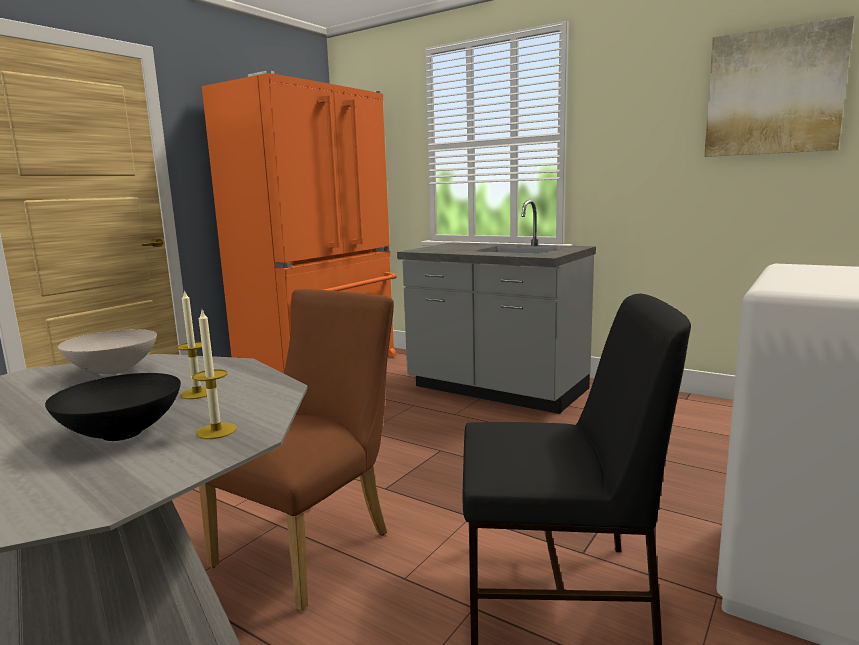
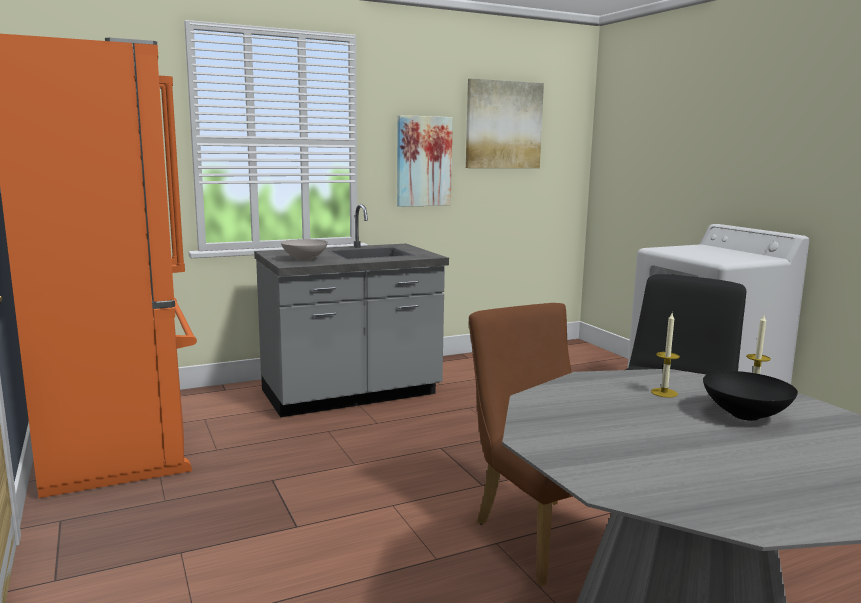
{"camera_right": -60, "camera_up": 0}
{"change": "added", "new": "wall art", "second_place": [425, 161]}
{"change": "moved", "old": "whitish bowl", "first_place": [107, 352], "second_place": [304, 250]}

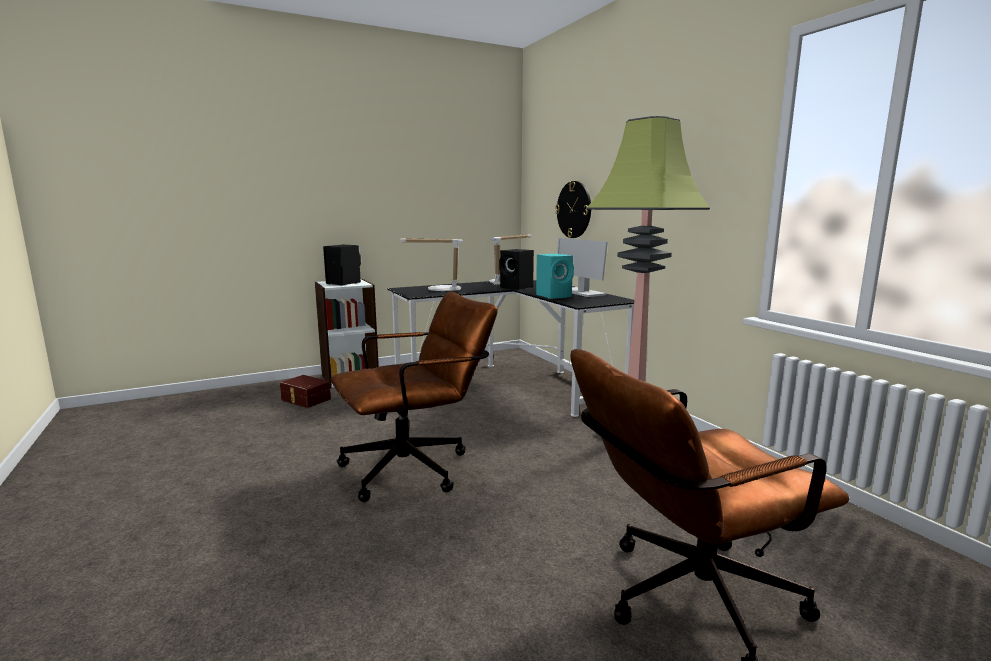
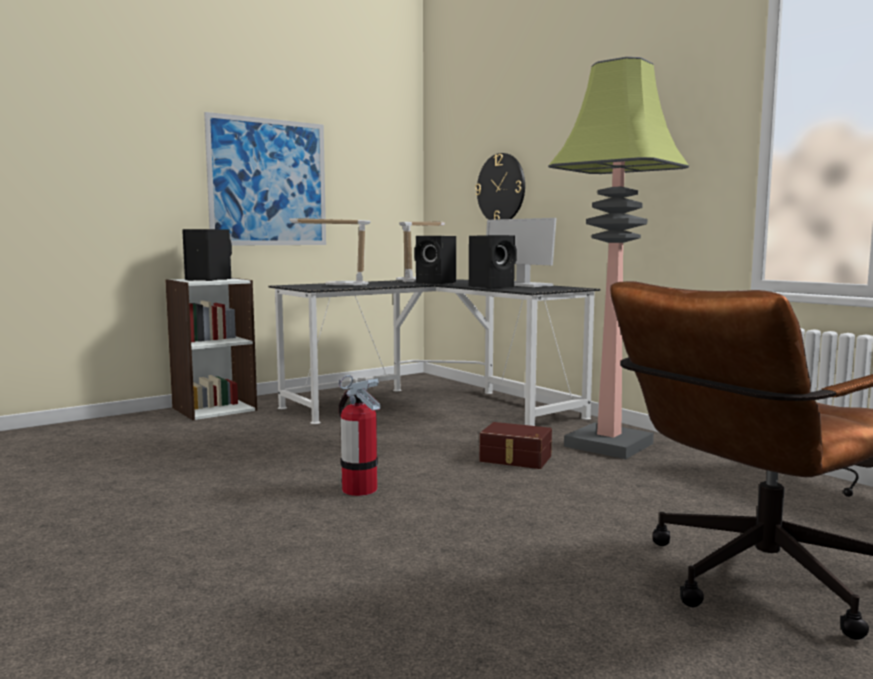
{"camera_right": -10, "camera_up": -5}
{"change": "added", "new": "wall art", "second_place": [265, 179]}
{"change": "moved", "old": "brown storage box", "first_place": [305, 391], "second_place": [515, 445]}
{"change": "replaced", "old": "brown computer chair", "new": "extinguisher", "first_place": [414, 396], "second_place": [359, 435]}
{"change": "recoloured", "old": "turquoise-coloured speaker", "new": "blackish speaker", "first_place": [555, 276], "second_place": [493, 261]}

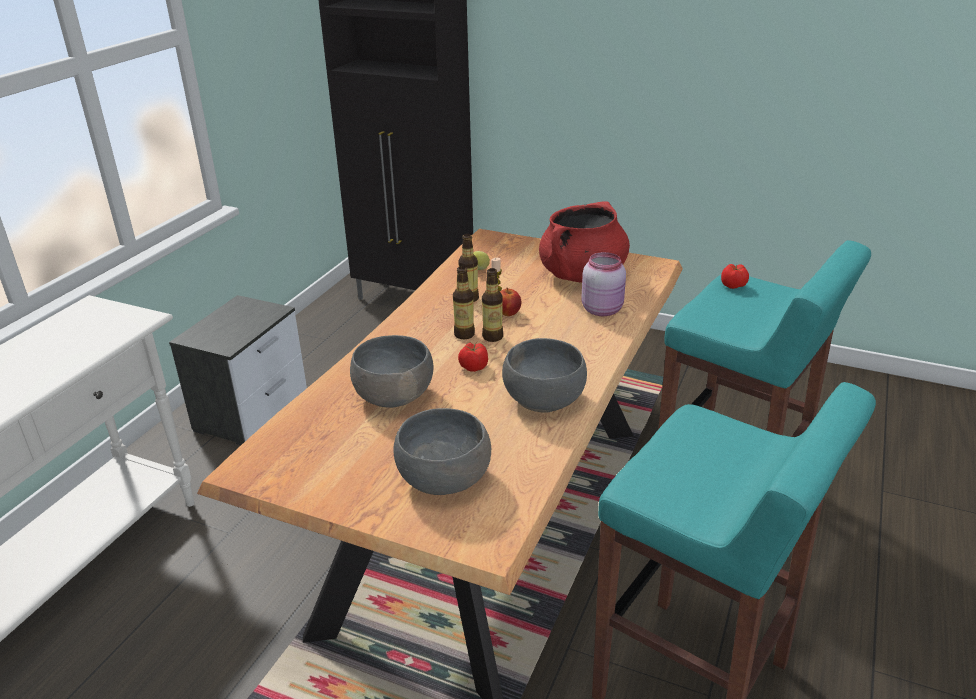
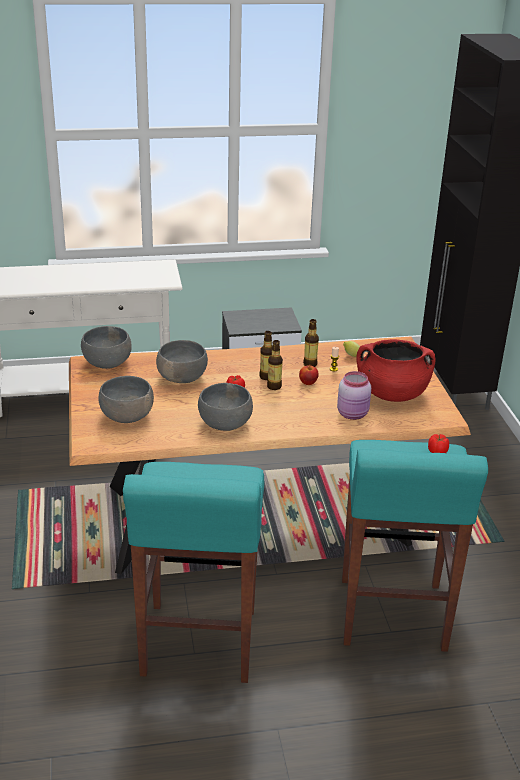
{"camera_right": 55, "camera_up": 0}
{"change": "added", "new": "greyish bowl", "second_place": [106, 347]}

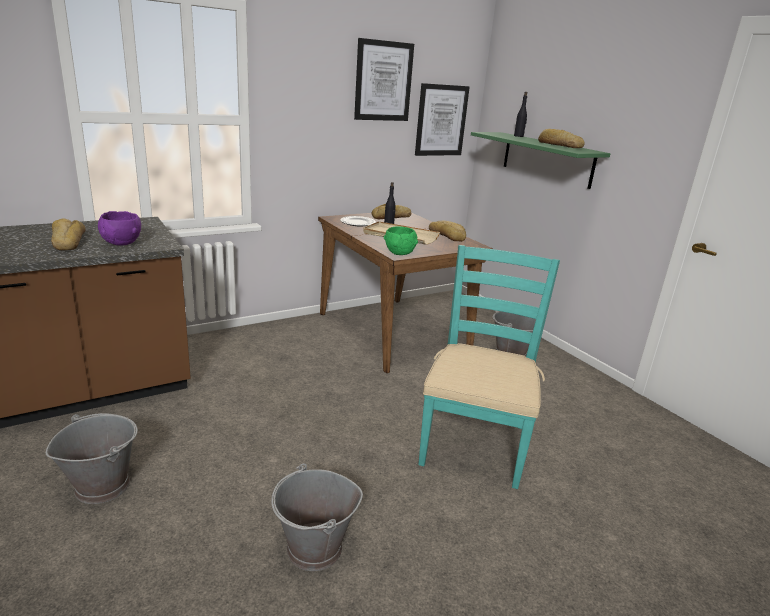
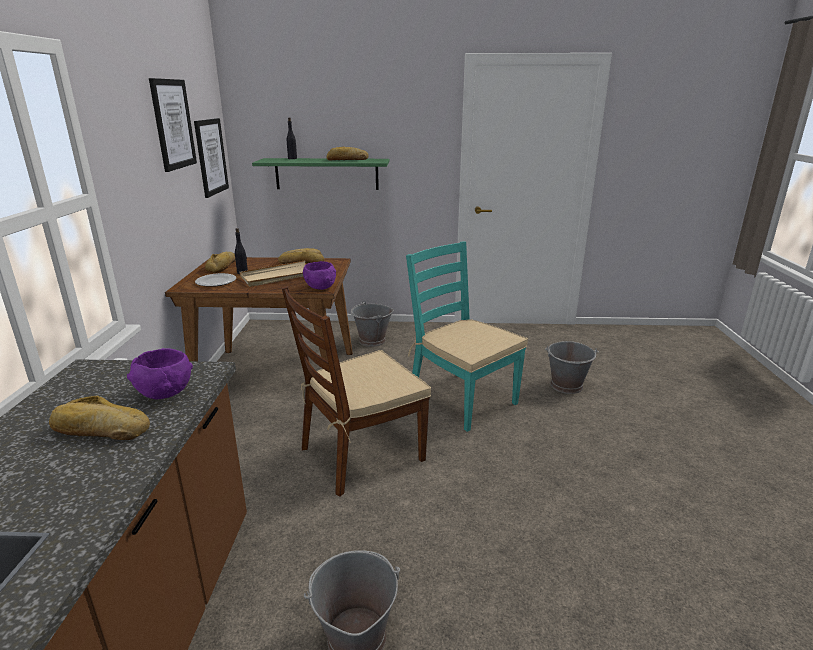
{"camera_right": -55, "camera_up": 0}
{"change": "added", "new": "brown upright chair", "second_place": [356, 391]}
{"change": "moved", "old": "greyish pail", "first_place": [317, 517], "second_place": [572, 367]}
{"change": "recoloured", "old": "greenish bowl", "new": "purple-coloured bowl", "first_place": [401, 240], "second_place": [319, 275]}

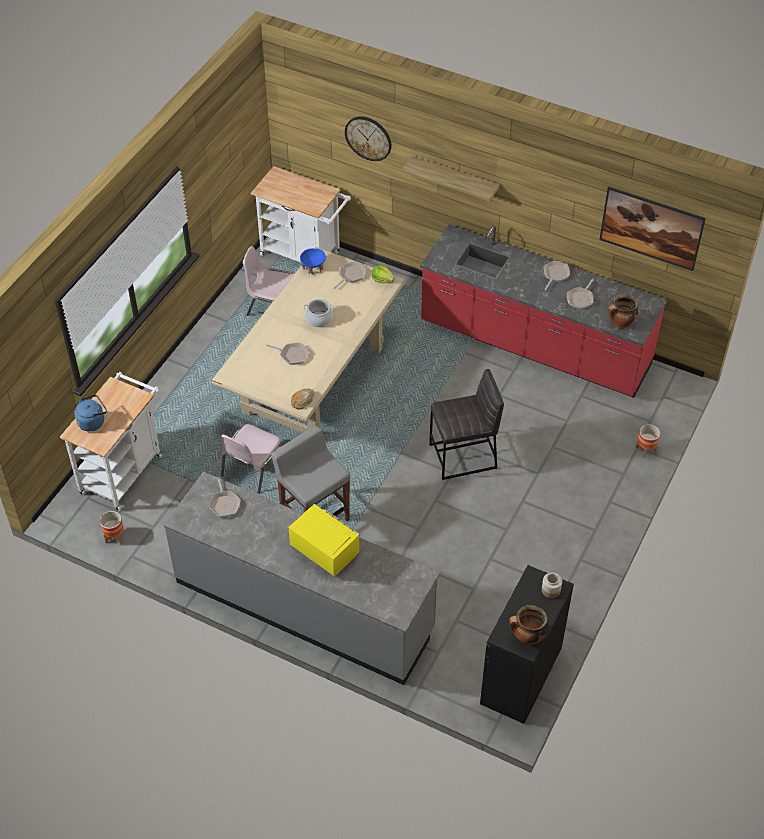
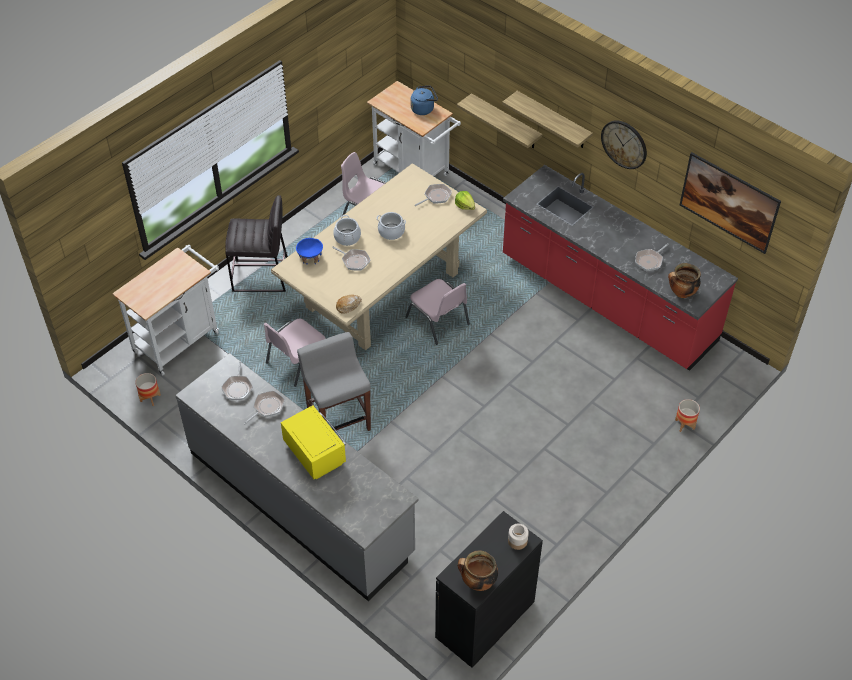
{"camera_right": 15, "camera_up": 0}
{"change": "added", "new": "cooking pot", "second_place": [347, 230]}
{"change": "added", "new": "pinkish upright chair", "second_place": [437, 312]}
{"change": "added", "new": "shelf", "second_place": [500, 121]}
{"change": "moved", "old": "blue tea kettle", "first_place": [90, 413], "second_place": [424, 100]}
{"change": "moved", "old": "blue bowl", "first_place": [313, 261], "second_place": [309, 251]}
{"change": "moved", "old": "clock on the wall", "first_place": [368, 138], "second_place": [624, 144]}
{"change": "moved", "old": "greyish sitting stool", "first_place": [466, 424], "second_place": [256, 243]}
{"change": "moved", "old": "frying pan", "first_place": [557, 275], "second_place": [264, 408]}

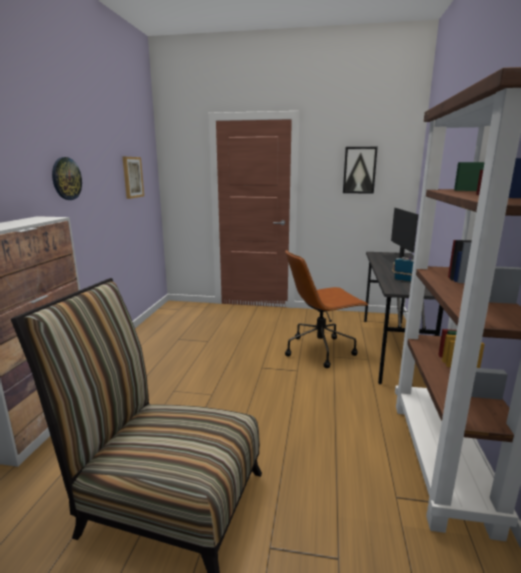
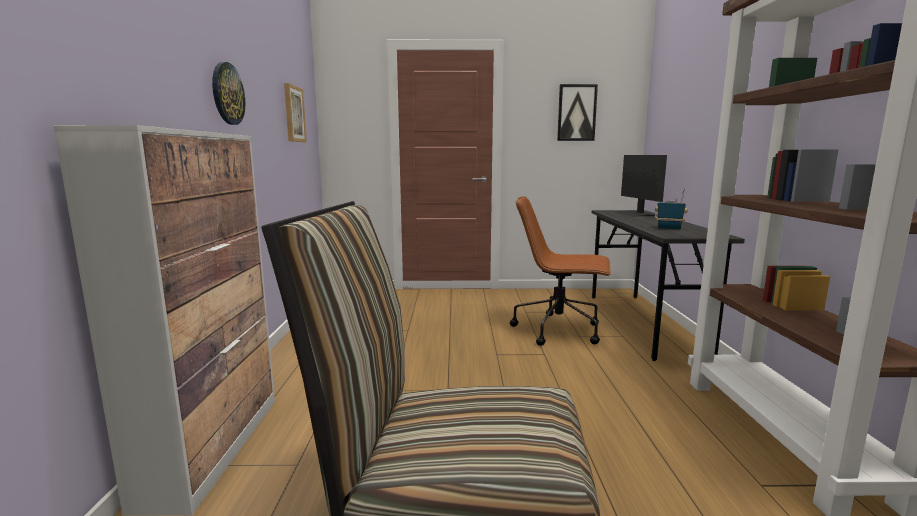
{"camera_right": -10, "camera_up": -5}
{"change": "turned", "old": "brown computer chair", "first_place": [326, 309], "second_place": [560, 271], "degrees": 45}

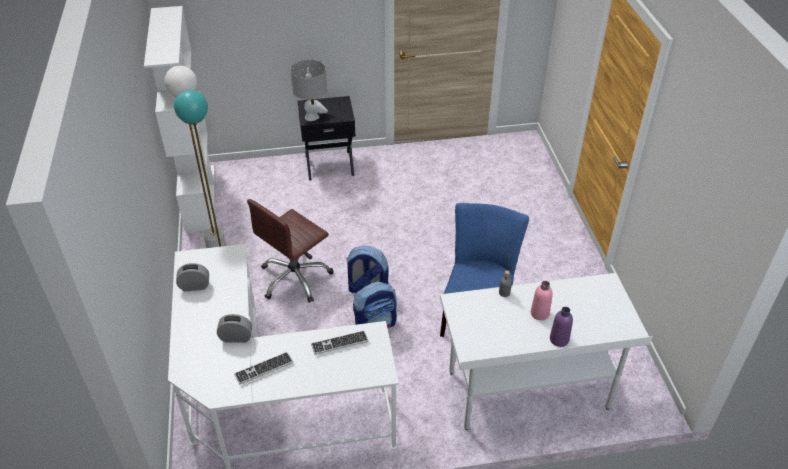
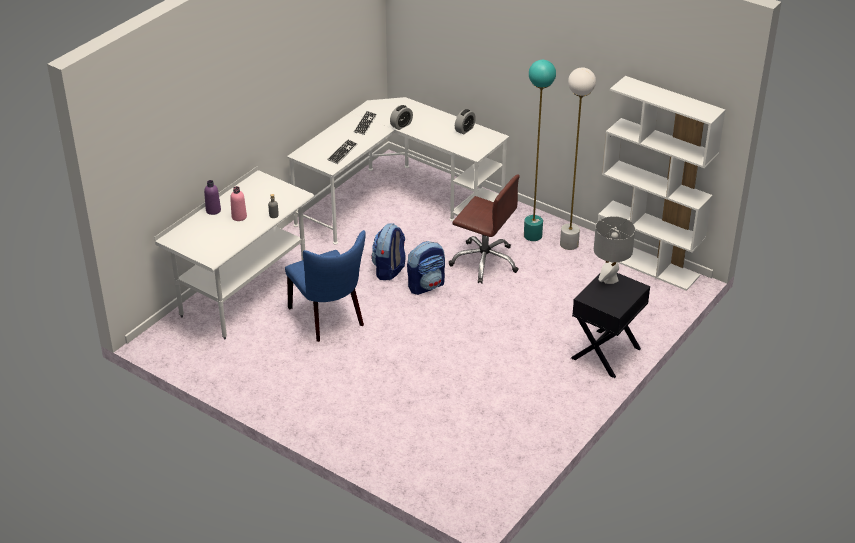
{"camera_right": 135, "camera_up": -5}
{"change": "turned", "old": "brown computer chair", "first_place": [290, 251], "second_place": [484, 229], "degrees": 120}

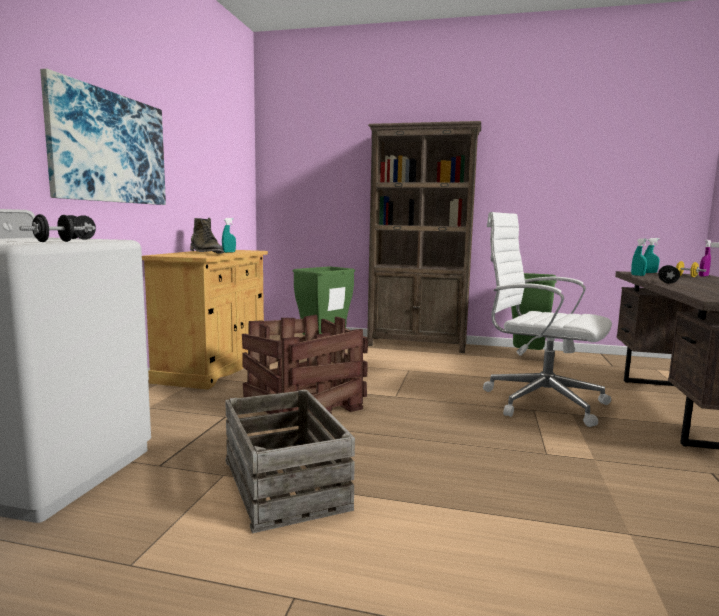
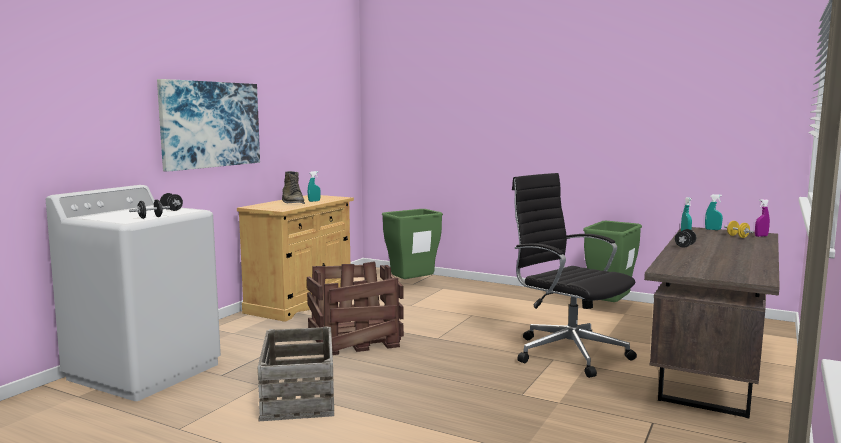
{"camera_right": 15, "camera_up": 0}
{"change": "removed", "old": "brown bookcase", "first_place": [424, 237]}
{"change": "recoloured", "old": "whitish computer chair", "new": "blackish computer chair", "first_place": [547, 319], "second_place": [574, 275]}

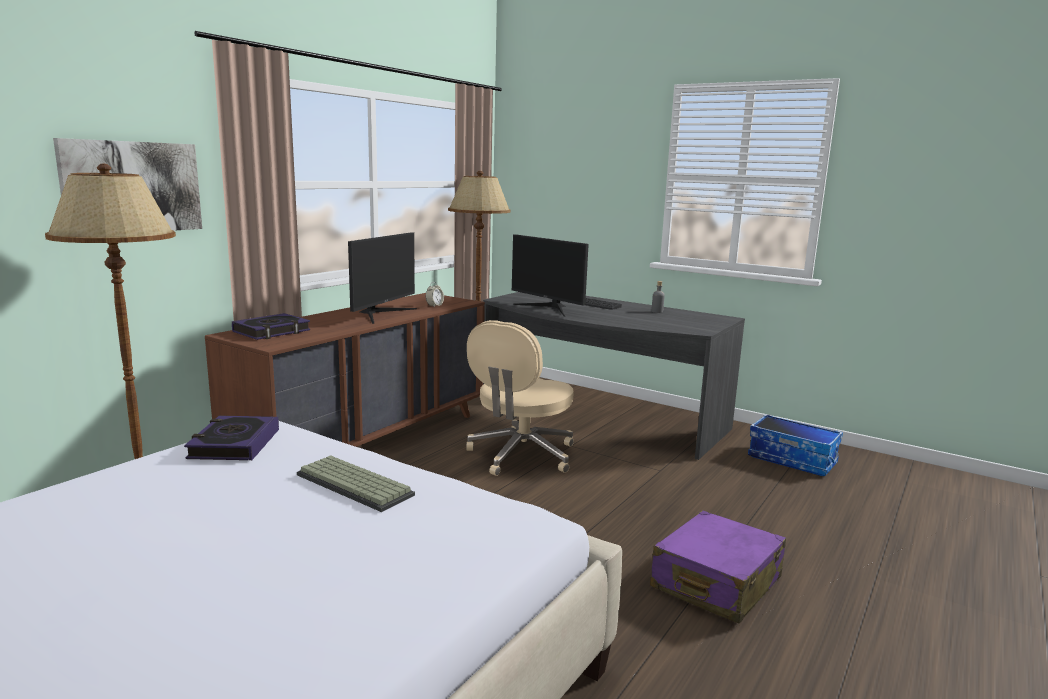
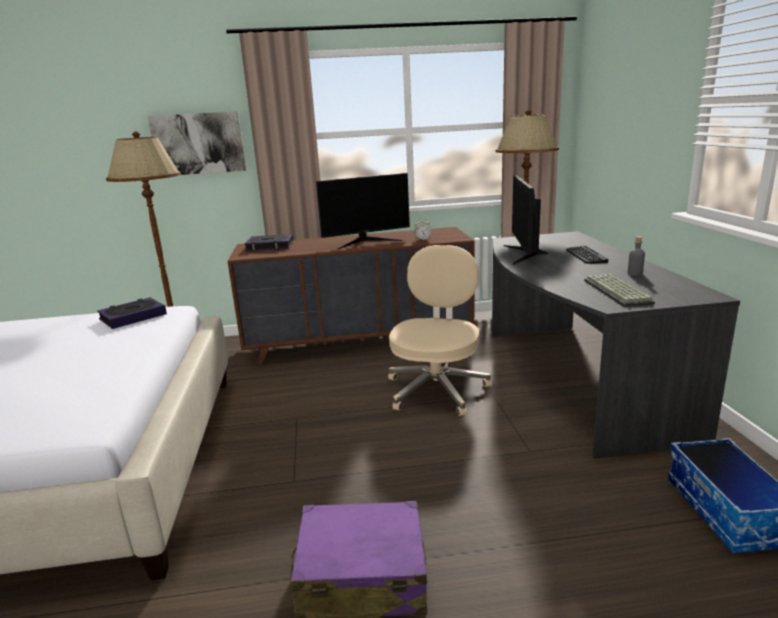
{"camera_right": 50, "camera_up": 5}
{"change": "moved", "old": "PC keyboard", "first_place": [356, 483], "second_place": [619, 290]}
{"change": "turned", "old": "beige computer chair", "first_place": [520, 398], "second_place": [440, 330], "degrees": 120}

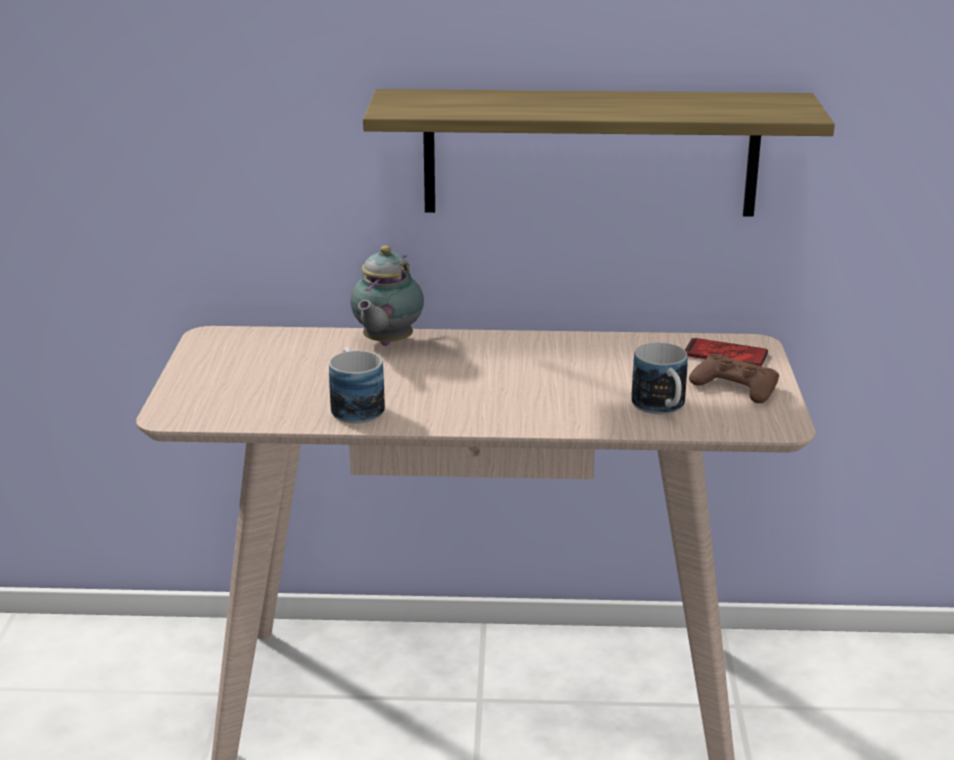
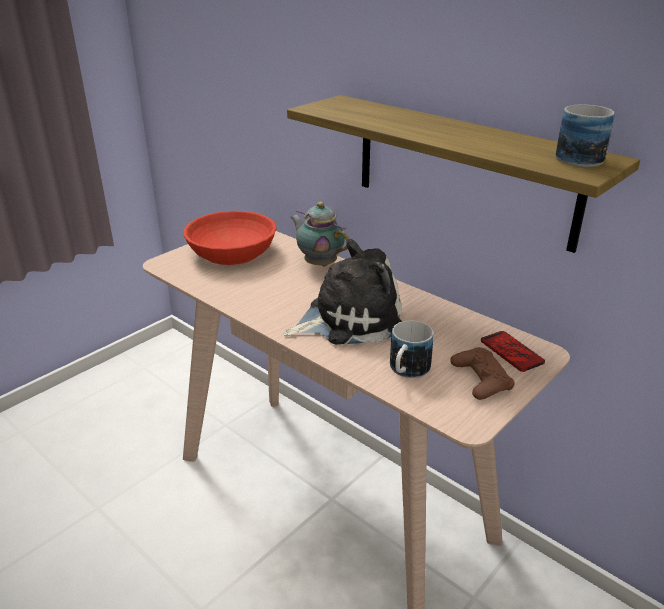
{"camera_right": 40, "camera_up": 5}
{"change": "added", "new": "red bowl", "second_place": [230, 238]}
{"change": "added", "new": "plush toy", "second_place": [342, 292]}
{"change": "moved", "old": "tea mug", "first_place": [357, 385], "second_place": [585, 135]}
{"change": "turned", "old": "tea pot", "first_place": [387, 296], "second_place": [319, 234], "degrees": 75}

